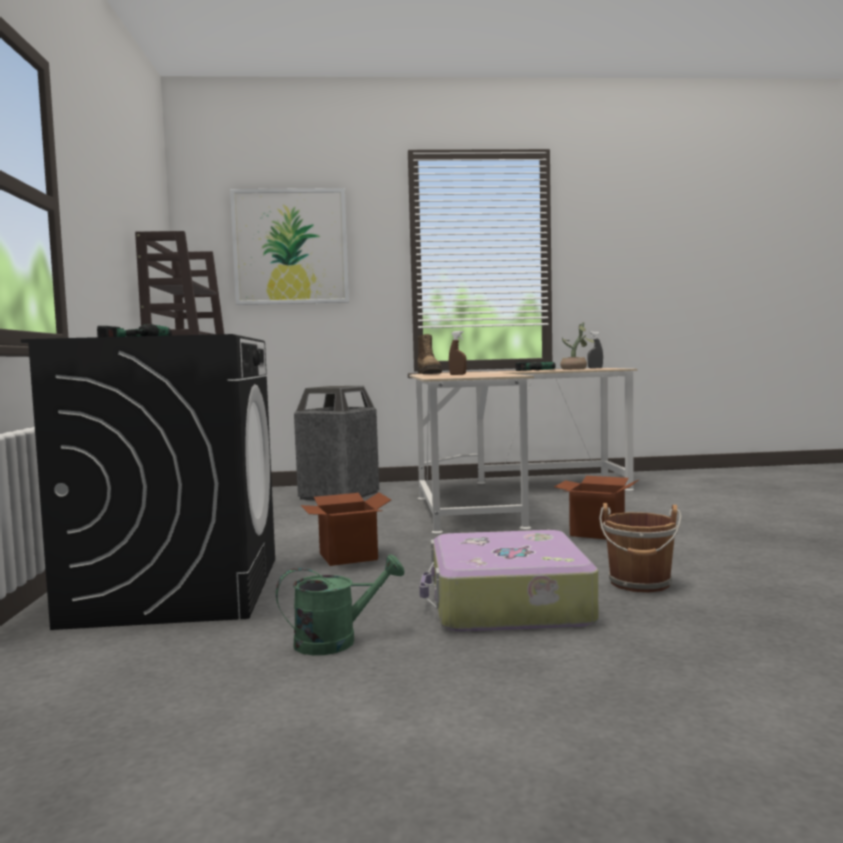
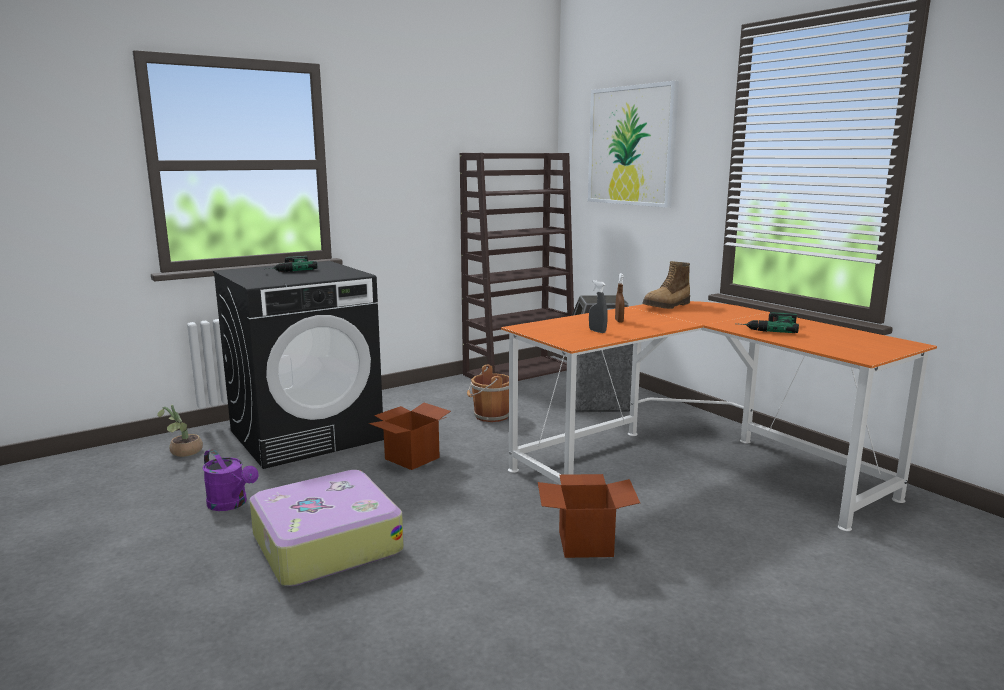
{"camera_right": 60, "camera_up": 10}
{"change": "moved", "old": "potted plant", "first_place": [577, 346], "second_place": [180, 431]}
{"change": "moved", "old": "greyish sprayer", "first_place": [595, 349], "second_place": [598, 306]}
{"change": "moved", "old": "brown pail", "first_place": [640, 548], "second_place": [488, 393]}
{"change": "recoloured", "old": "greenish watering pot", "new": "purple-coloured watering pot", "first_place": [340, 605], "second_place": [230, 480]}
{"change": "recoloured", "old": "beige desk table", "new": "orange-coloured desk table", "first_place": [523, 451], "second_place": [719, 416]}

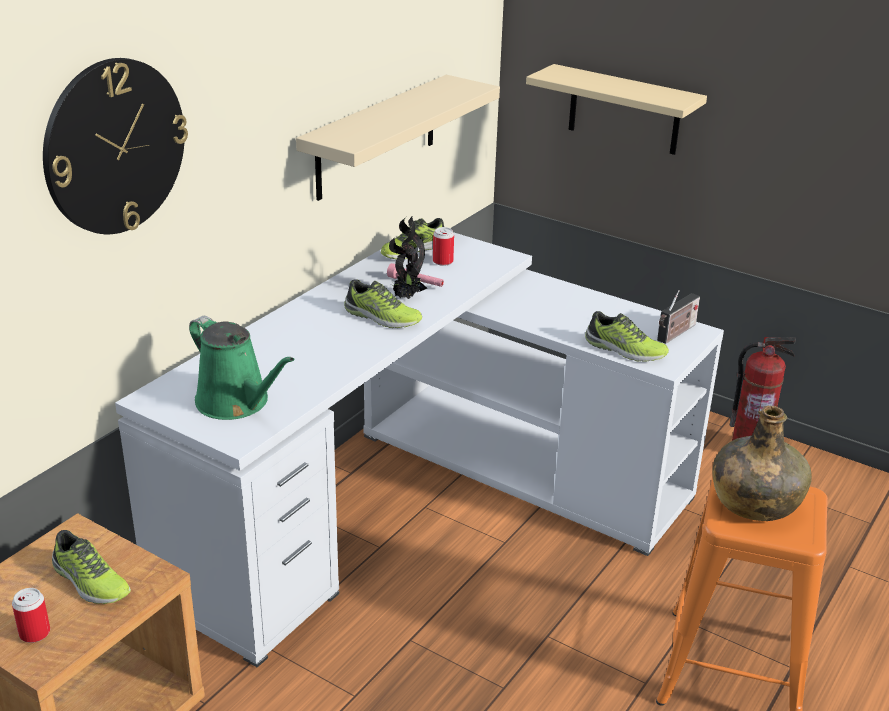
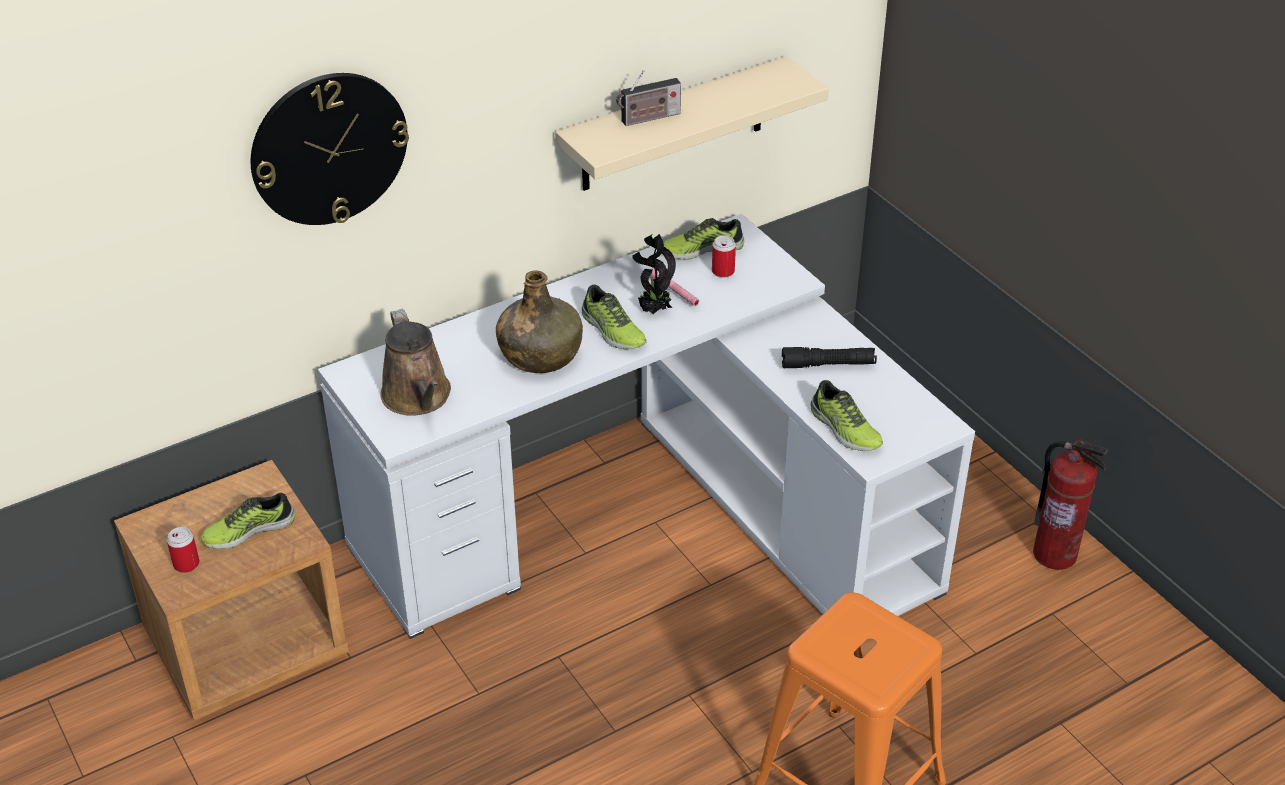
{"camera_right": 25, "camera_up": 10}
{"change": "removed", "old": "beige shelf", "first_place": [616, 109]}
{"change": "added", "new": "blackish flashlight", "second_place": [829, 357]}
{"change": "moved", "old": "radio", "first_place": [678, 317], "second_place": [648, 98]}
{"change": "moved", "old": "greenish drink bottle", "first_place": [762, 463], "second_place": [539, 321]}
{"change": "recoloured", "old": "greenish watering pot", "new": "brown watering pot", "first_place": [242, 368], "second_place": [415, 362]}
{"change": "turned", "old": "low shoe", "first_place": [91, 567], "second_place": [248, 521], "degrees": 90}

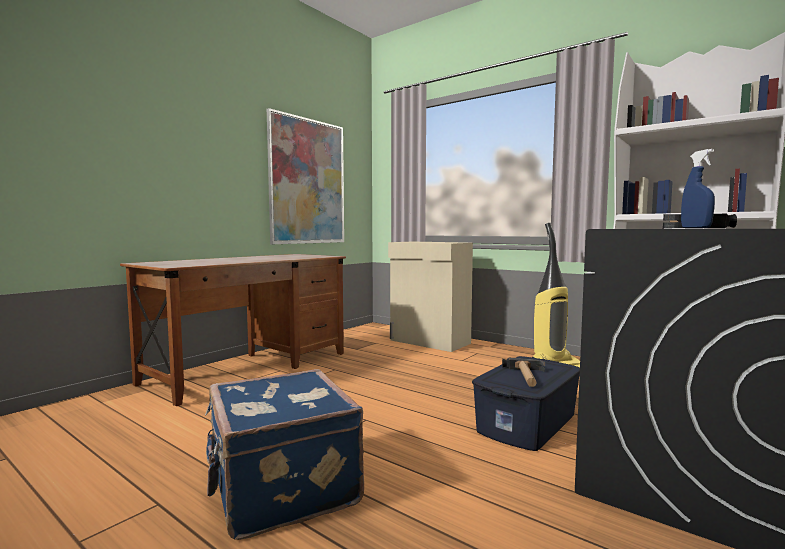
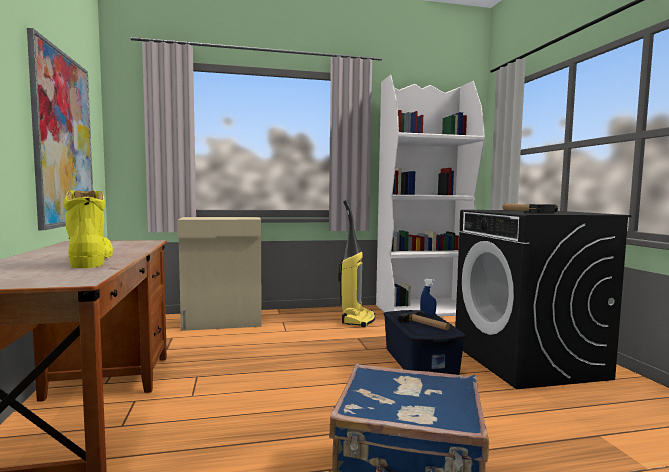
{"camera_right": -50, "camera_up": 0}
{"change": "added", "new": "yellow boot", "second_place": [88, 229]}
{"change": "moved", "old": "blue sprayer", "first_place": [698, 188], "second_place": [428, 297]}

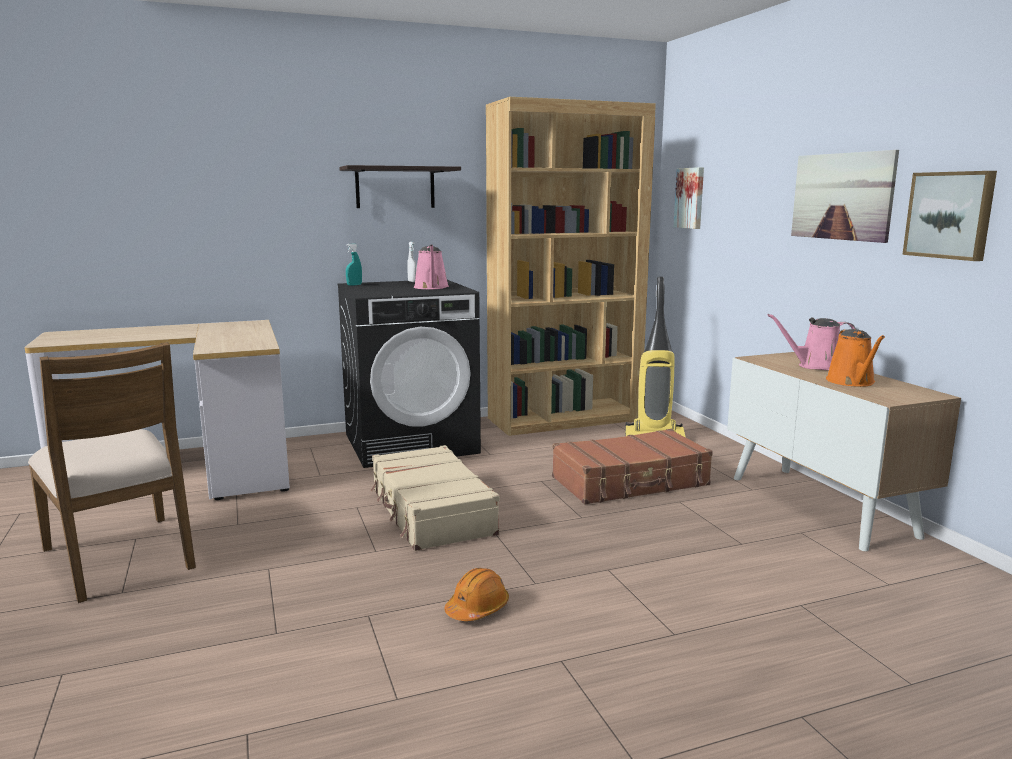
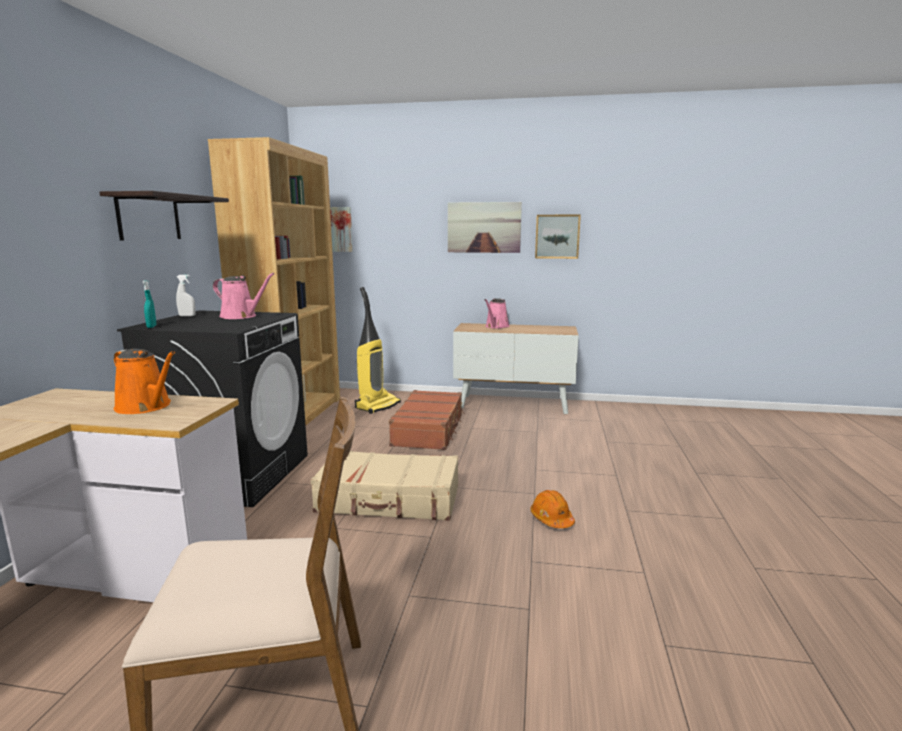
{"camera_right": -60, "camera_up": 0}
{"change": "moved", "old": "orange-coloured watering pot", "first_place": [855, 358], "second_place": [144, 381]}

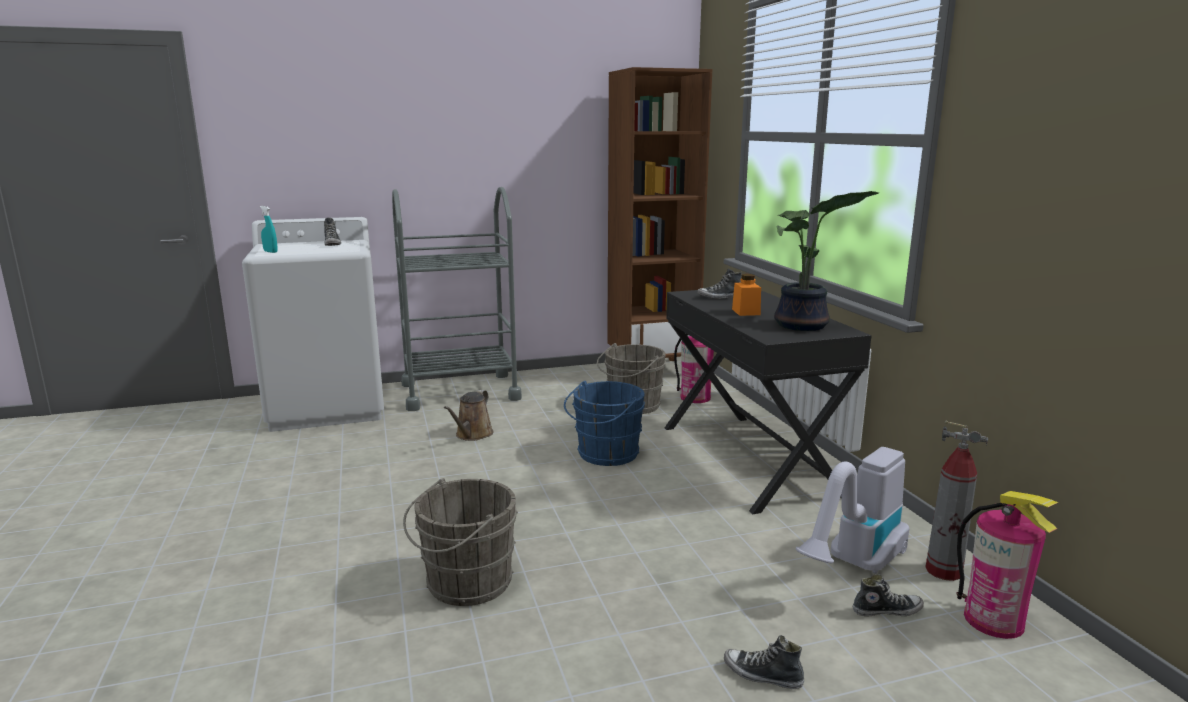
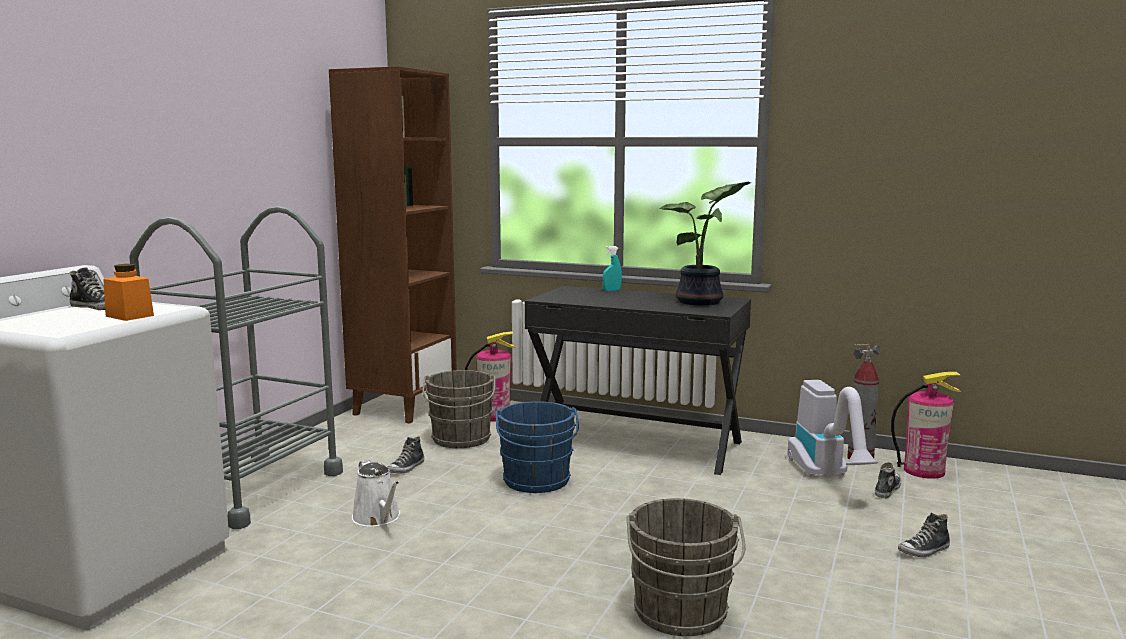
{"camera_right": -50, "camera_up": -5}
{"change": "moved", "old": "turquoise-coloured sprayer", "first_place": [269, 229], "second_place": [612, 268]}
{"change": "moved", "old": "low shoe", "first_place": [719, 283], "second_place": [405, 454]}
{"change": "moved", "old": "orange-coloured preserve jar", "first_place": [746, 295], "second_place": [128, 292]}
{"change": "recoloured", "old": "brown watering pot", "new": "whitish watering pot", "first_place": [469, 415], "second_place": [376, 493]}

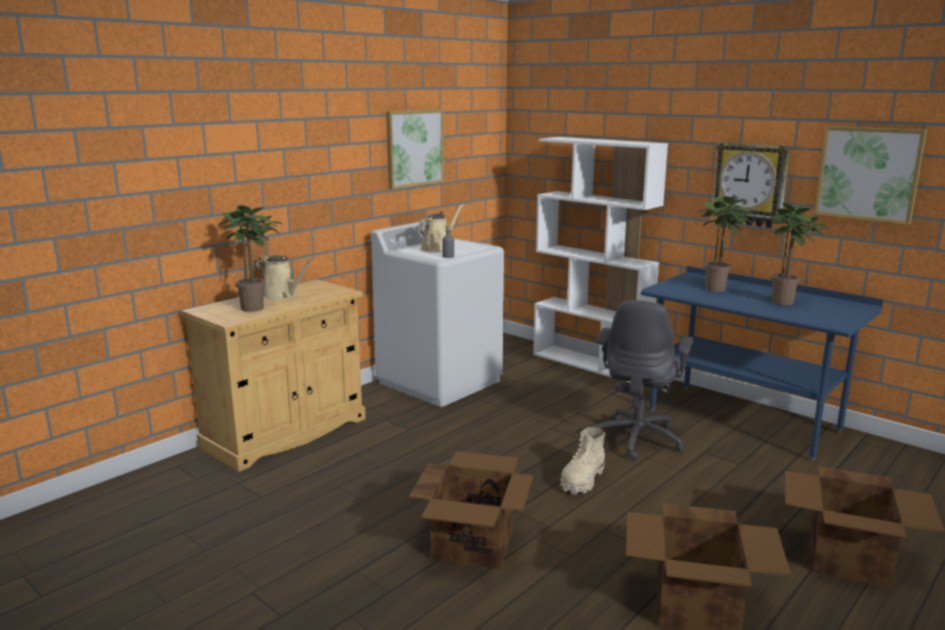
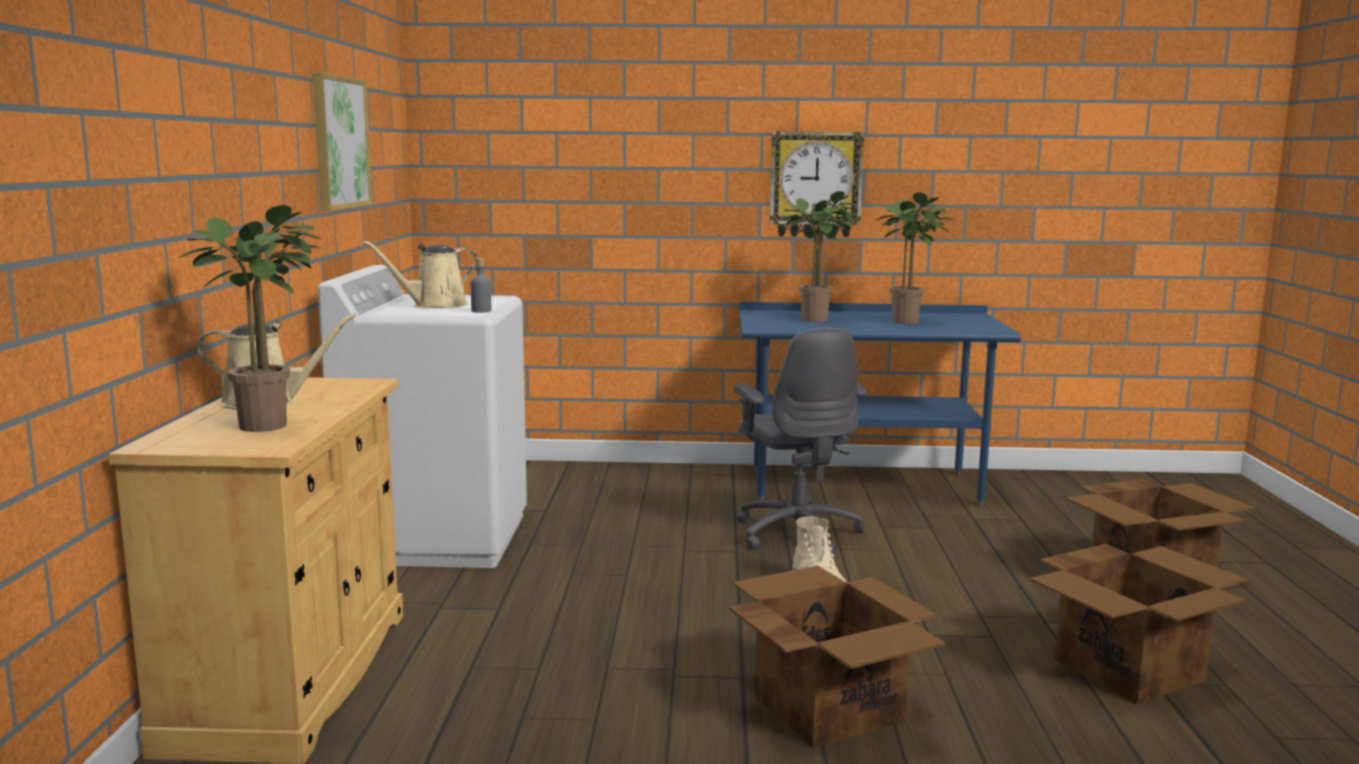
{"camera_right": -40, "camera_up": -5}
{"change": "removed", "old": "whitish bookcase", "first_place": [600, 260]}
{"change": "removed", "old": "wall art", "first_place": [870, 175]}
{"change": "turned", "old": "beige watering pot", "first_place": [441, 228], "second_place": [419, 274], "degrees": -120}

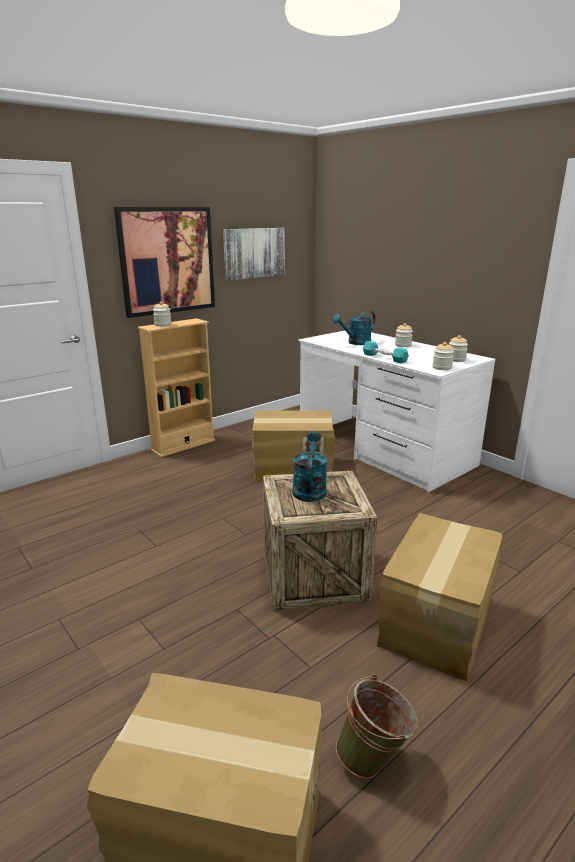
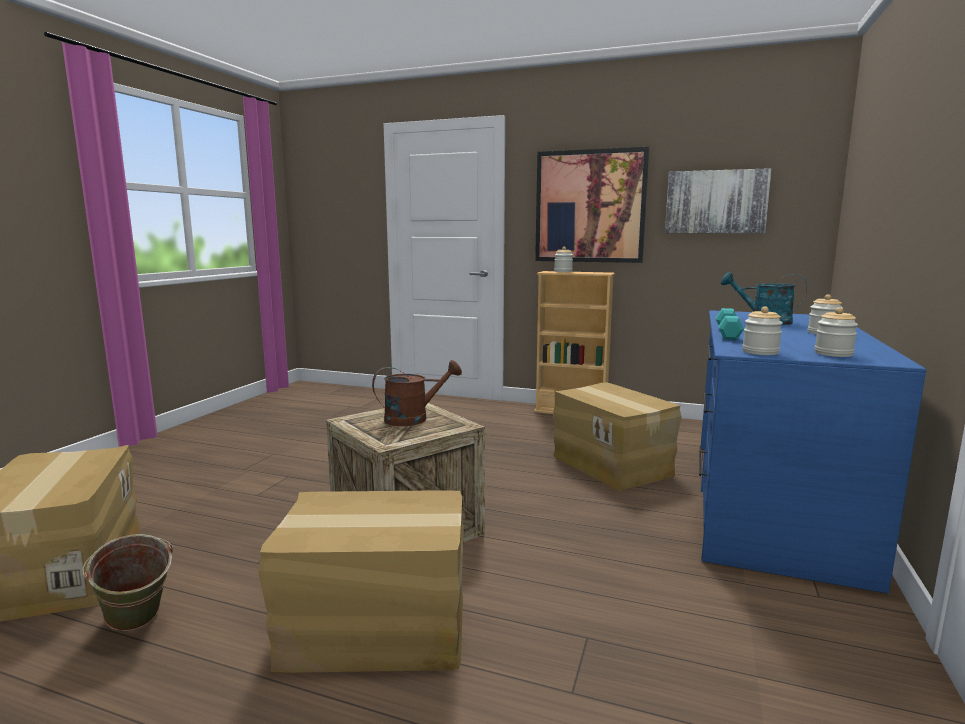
{"camera_right": 60, "camera_up": -10}
{"change": "recoloured", "old": "turquoise-coloured watering pot", "new": "brown watering pot", "first_place": [309, 466], "second_place": [417, 393]}
{"change": "recoloured", "old": "whitish desk table", "new": "blue desk table", "first_place": [397, 411], "second_place": [813, 452]}

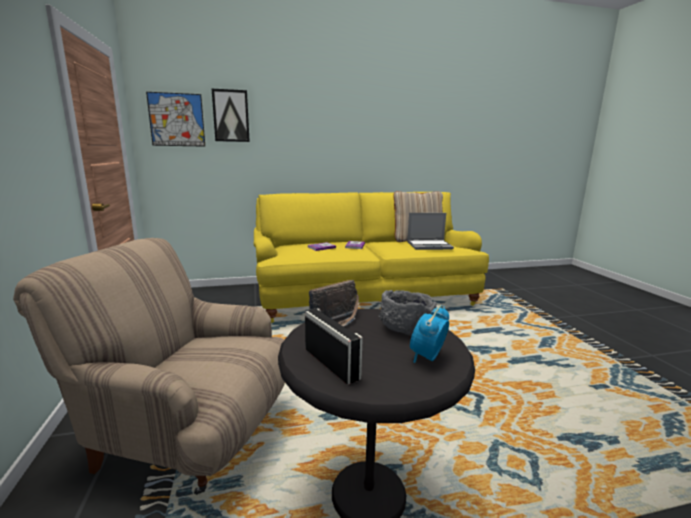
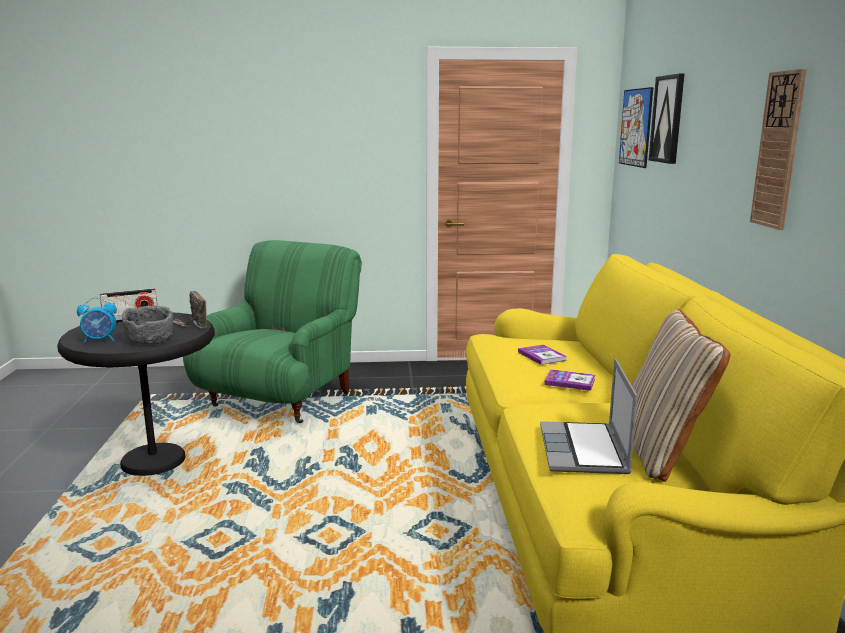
{"camera_right": 100, "camera_up": 0}
{"change": "added", "new": "clock on the wall", "second_place": [778, 149]}
{"change": "recoloured", "old": "beige armchair", "new": "greenish armchair", "first_place": [149, 366], "second_place": [272, 331]}
{"change": "turned", "old": "alarm clock", "first_place": [429, 334], "second_place": [97, 320], "degrees": 120}

